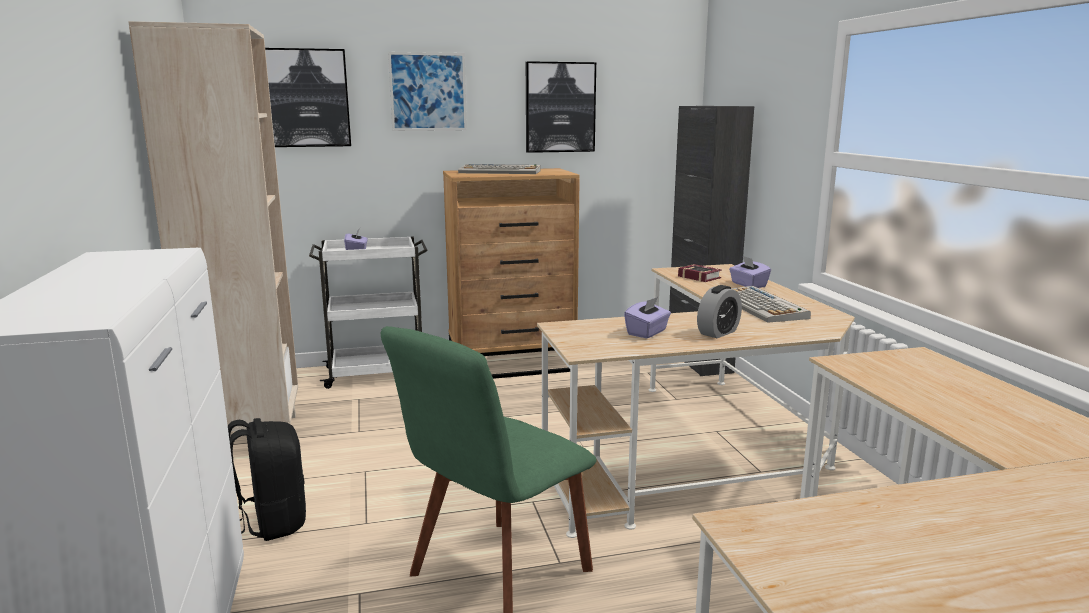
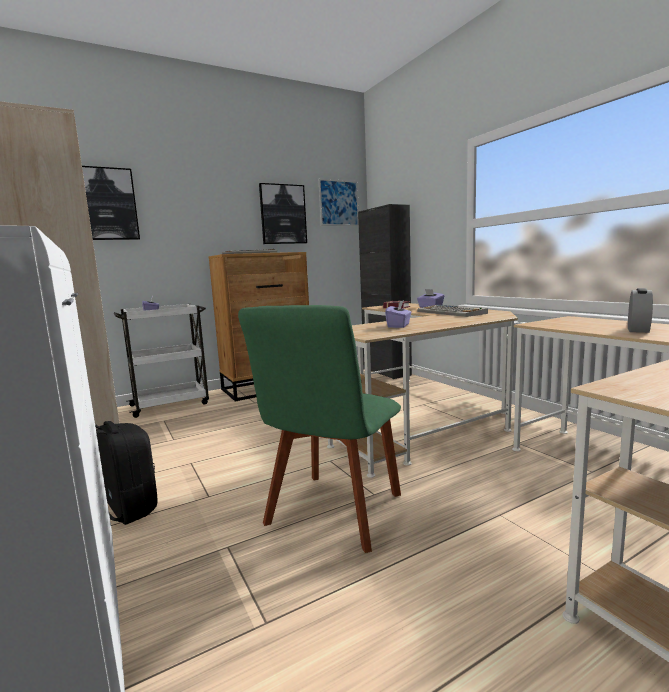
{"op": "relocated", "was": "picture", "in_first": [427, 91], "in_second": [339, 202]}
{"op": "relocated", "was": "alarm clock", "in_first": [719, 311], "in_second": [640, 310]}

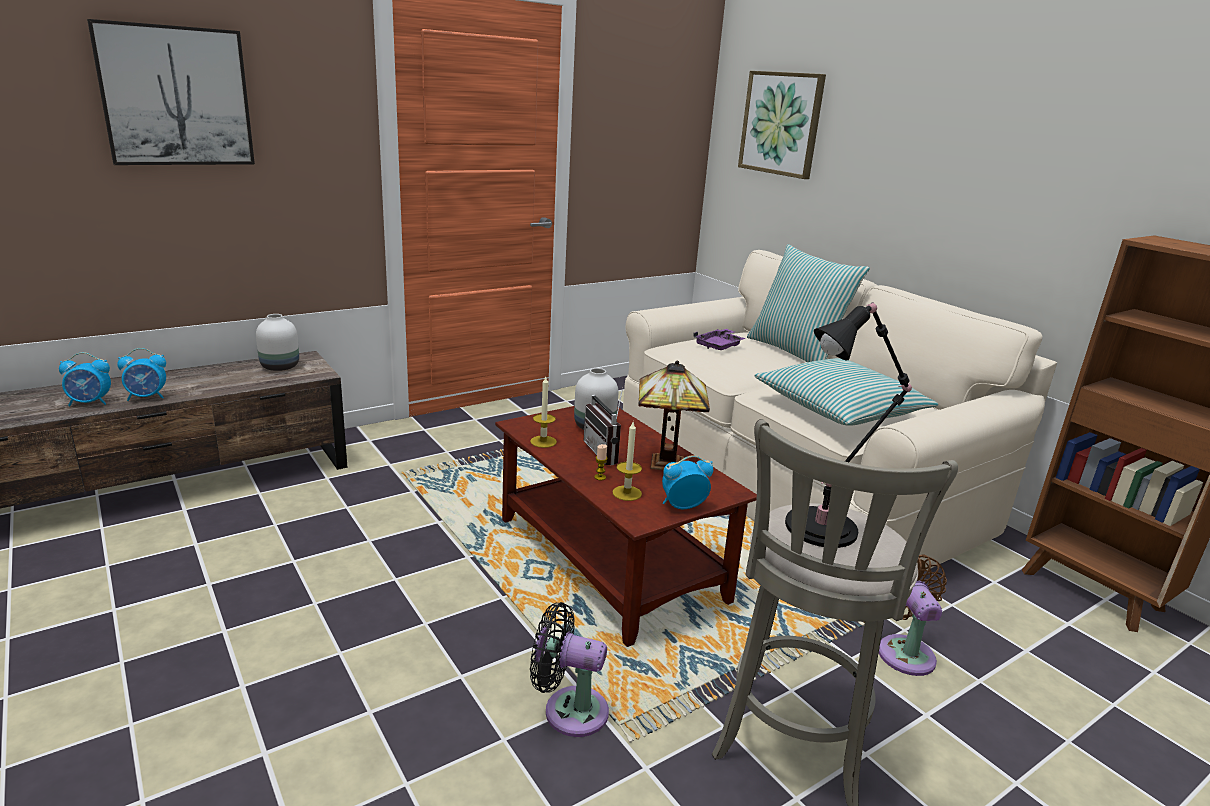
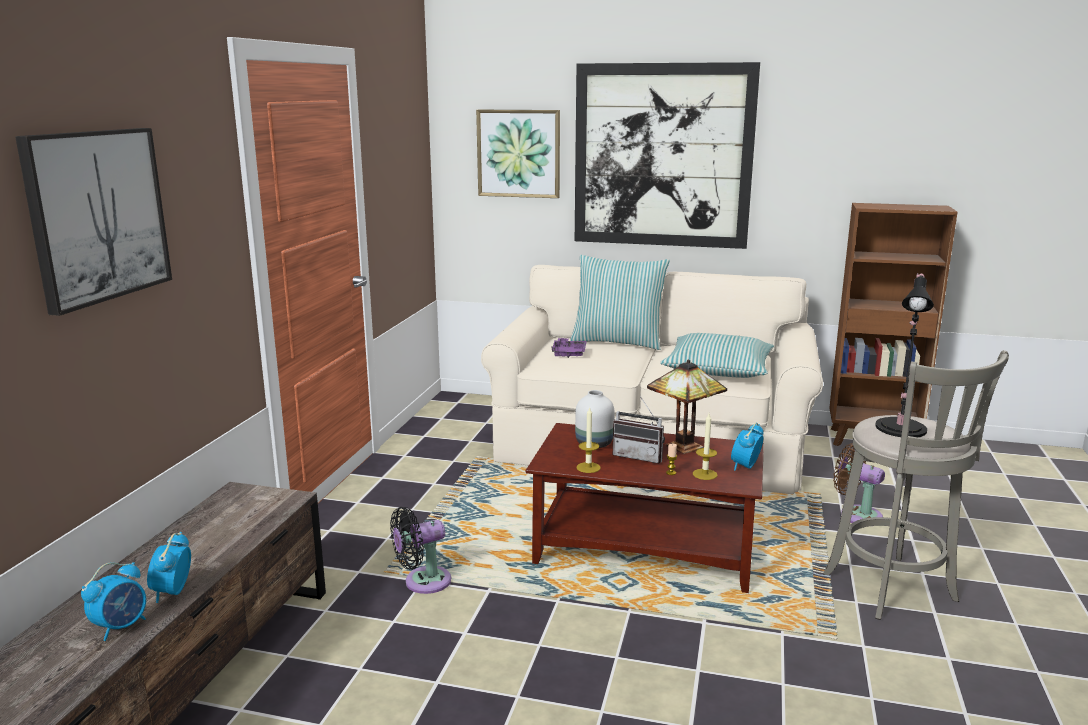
{"op": "missing", "was": "white vase", "in_first": [277, 342]}
{"op": "appeared", "now": "picture", "in_second": [667, 155]}
{"op": "relocated", "was": "black fan", "in_first": [569, 669], "in_second": [420, 550]}
{"op": "spun", "was": "alarm clock", "in_first": [141, 374], "in_second": [169, 567], "clockwise": 150}

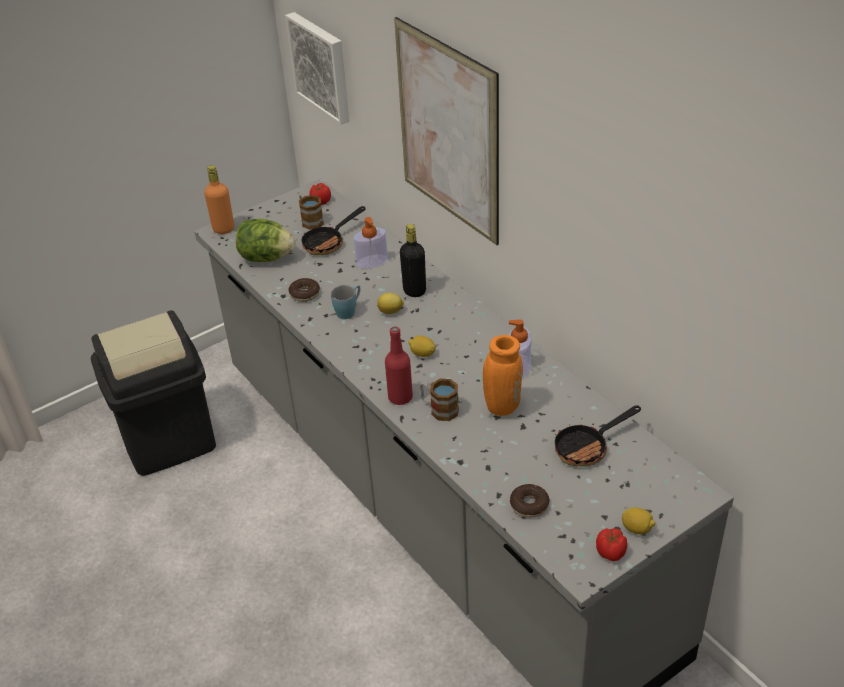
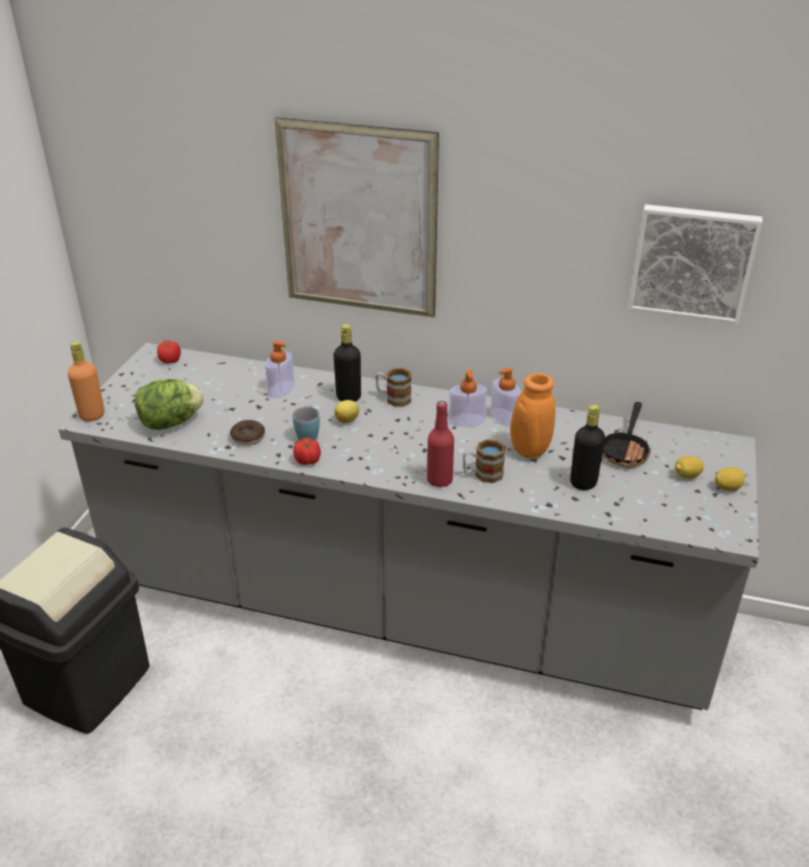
{"op": "missing", "was": "frying pan", "in_first": [333, 230]}
{"op": "missing", "was": "donut", "in_first": [530, 501]}
{"op": "appeared", "now": "soap dispenser", "in_second": [468, 398]}
{"op": "appeared", "now": "black bottle", "in_second": [587, 447]}
{"op": "relocated", "was": "picture", "in_first": [317, 68], "in_second": [695, 264]}
{"op": "relocated", "was": "mug", "in_first": [311, 212], "in_second": [393, 387]}
{"op": "relocated", "was": "lemon", "in_first": [422, 346], "in_second": [689, 467]}
{"op": "relocated", "was": "tomato", "in_first": [611, 544], "in_second": [307, 451]}

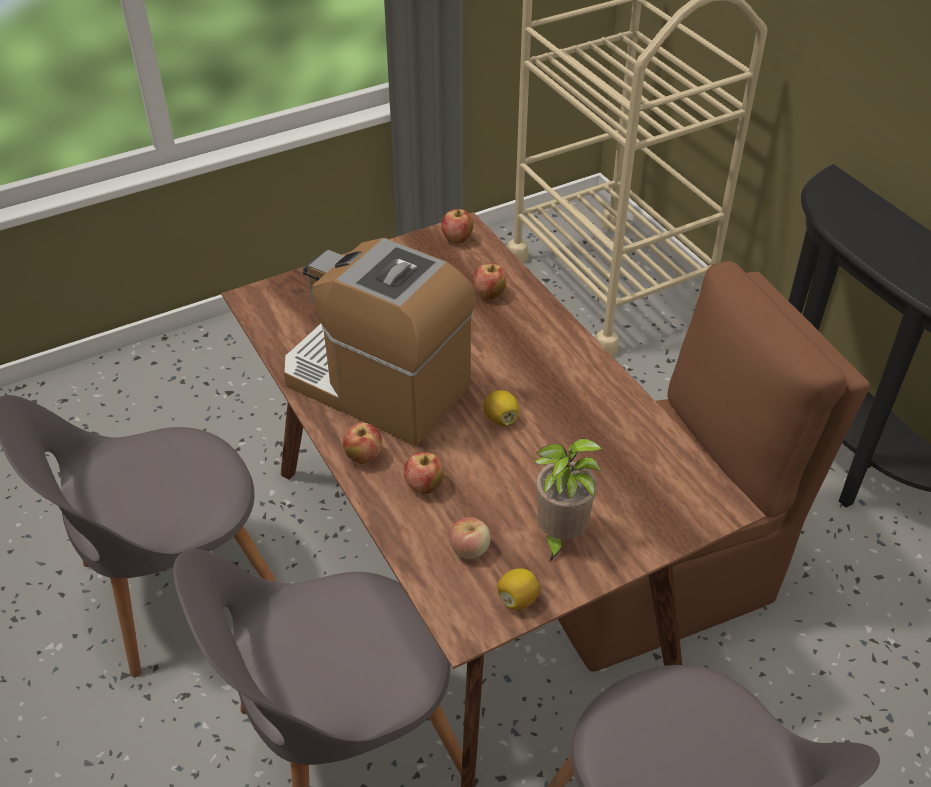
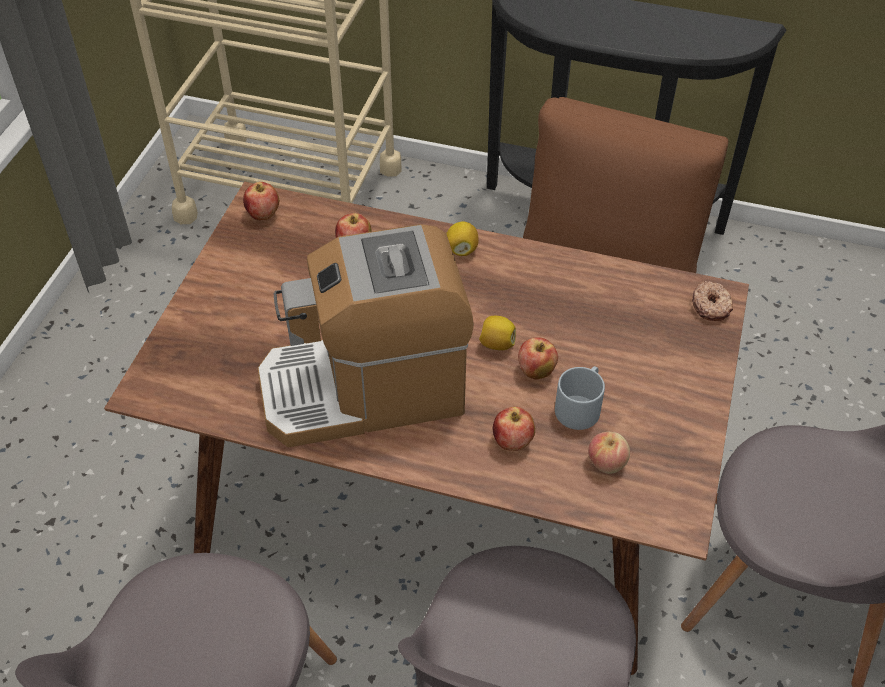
{"op": "missing", "was": "potted plant", "in_first": [568, 499]}
{"op": "appeared", "now": "grey mug", "in_second": [580, 398]}
{"op": "appeared", "now": "donut", "in_second": [712, 301]}
{"op": "relocated", "was": "apple", "in_first": [362, 443], "in_second": [538, 358]}
{"op": "relocated", "was": "lemon", "in_first": [518, 589], "in_second": [462, 239]}

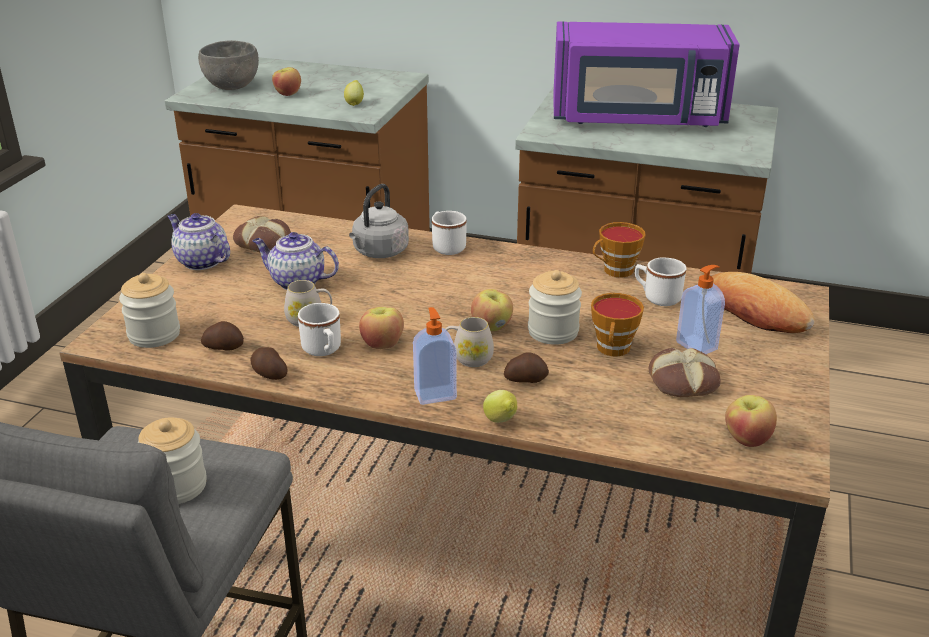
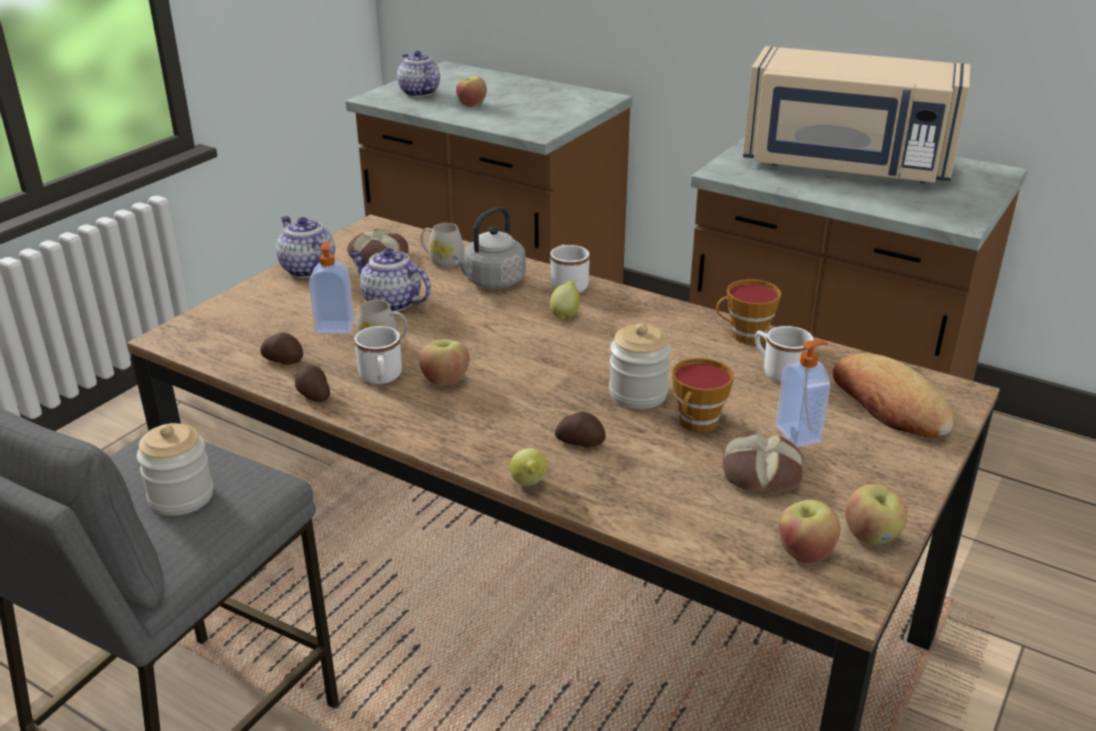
{"op": "missing", "was": "jar", "in_first": [149, 310]}
{"op": "relocated", "was": "lemon", "in_first": [354, 93], "in_second": [565, 300]}
{"op": "relocated", "was": "soap dispenser", "in_first": [435, 356], "in_second": [331, 287]}
{"op": "relocated", "was": "white mug", "in_first": [469, 342], "in_second": [442, 245]}
{"op": "relocated", "was": "apple", "in_first": [492, 310], "in_second": [876, 514]}
{"op": "exchanged", "was": "grey bowl", "now": "teapot", "in_first": [228, 65], "in_second": [418, 74]}
{"op": "colour", "was": "purple microwave", "now": "beige microwave", "in_first": [646, 74], "in_second": [857, 114]}

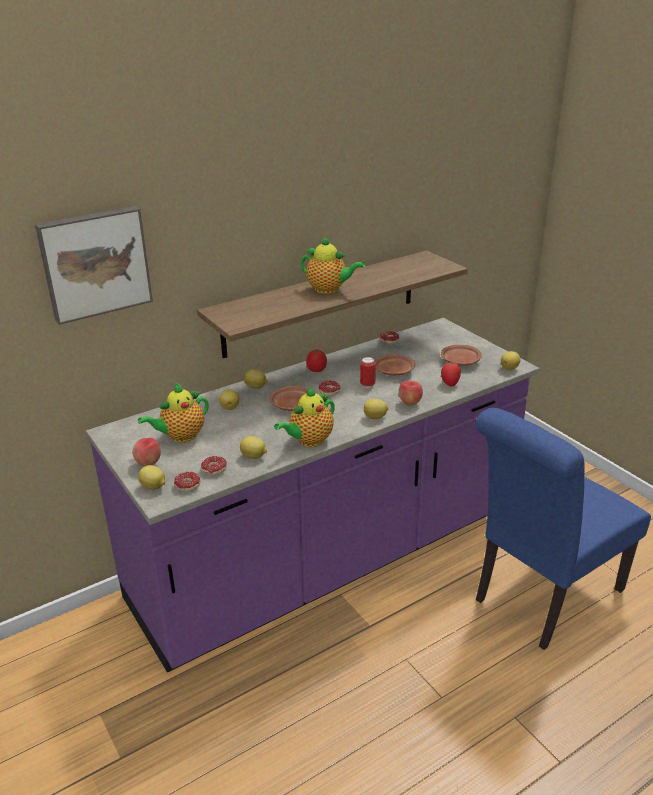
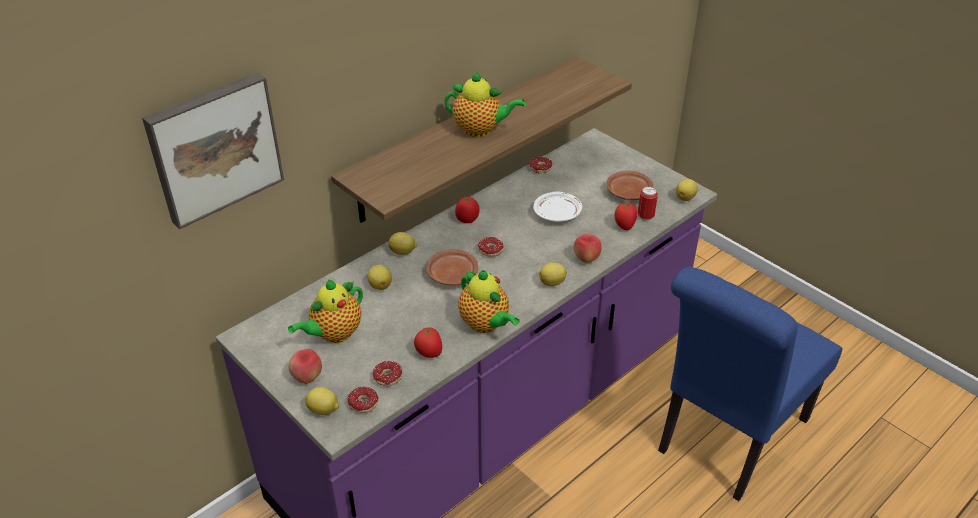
{"op": "relocated", "was": "can", "in_first": [368, 372], "in_second": [647, 203]}
{"op": "exchanged", "was": "lemon", "now": "tomato", "in_first": [253, 447], "in_second": [428, 342]}
{"op": "colour", "was": "brown plate", "now": "white plate", "in_first": [395, 365], "in_second": [557, 206]}
{"op": "spun", "was": "teapot", "in_first": [304, 417], "in_second": [489, 301], "clockwise": -75}

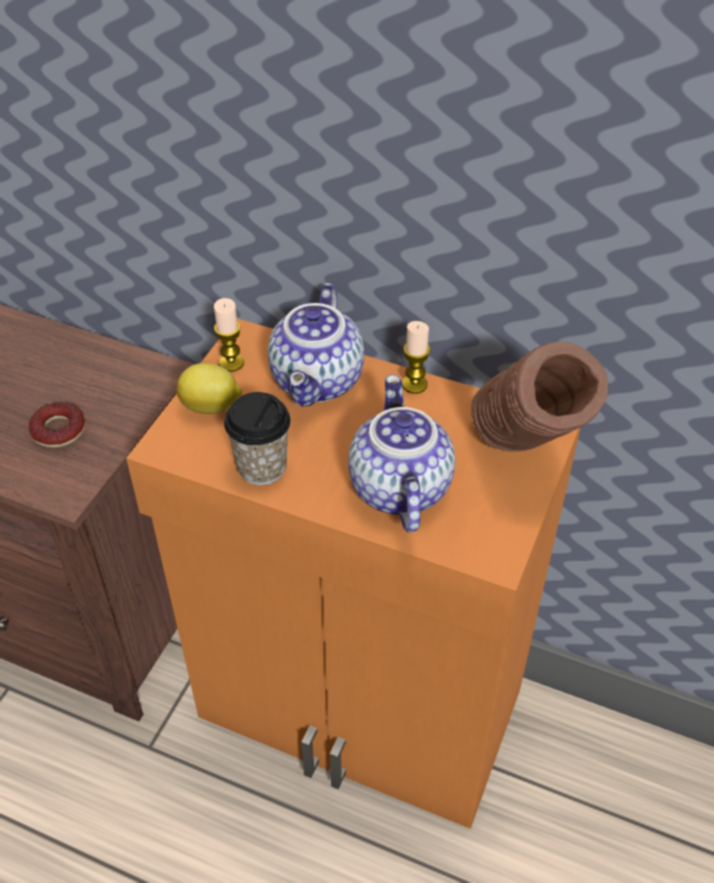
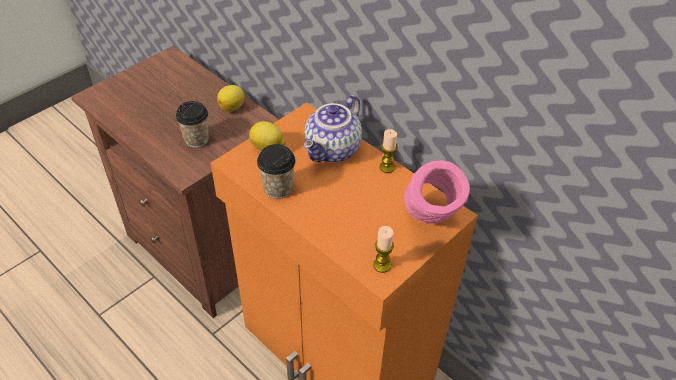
{"op": "missing", "was": "teapot", "in_first": [401, 453]}
{"op": "appeared", "now": "lemon", "in_second": [231, 98]}
{"op": "relocated", "was": "candle", "in_first": [229, 335], "in_second": [383, 249]}
{"op": "exchanged", "was": "donut", "now": "cup", "in_first": [57, 424], "in_second": [192, 124]}
{"op": "colour", "was": "brown vase", "now": "pink vase", "in_first": [539, 396], "in_second": [437, 192]}

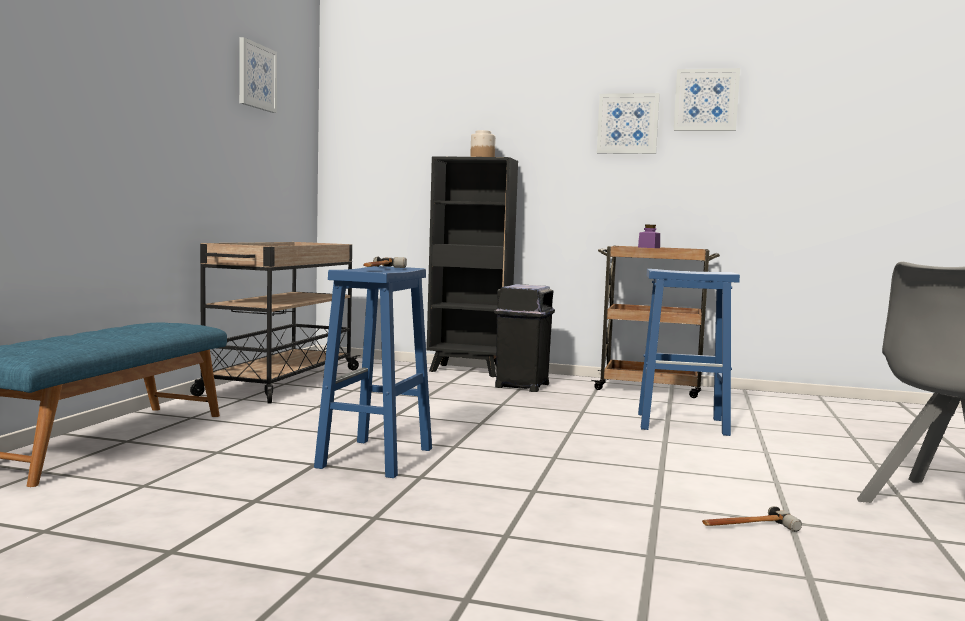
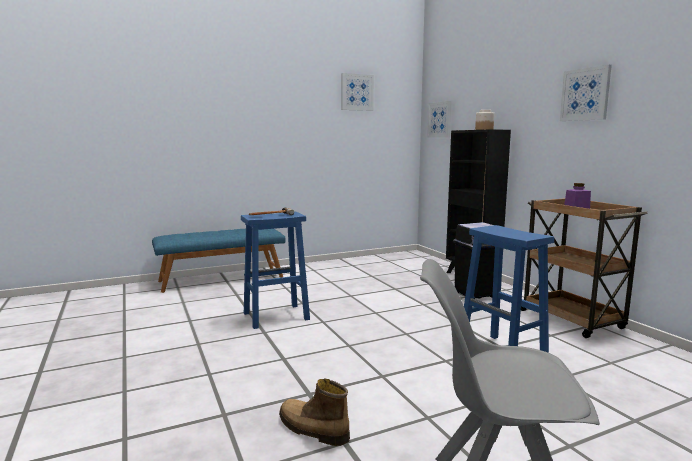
{"op": "missing", "was": "beige cart", "in_first": [275, 323]}
{"op": "relocated", "was": "picture", "in_first": [707, 99], "in_second": [439, 119]}
{"op": "exchanged", "was": "hammer", "now": "boot", "in_first": [752, 519], "in_second": [314, 412]}

